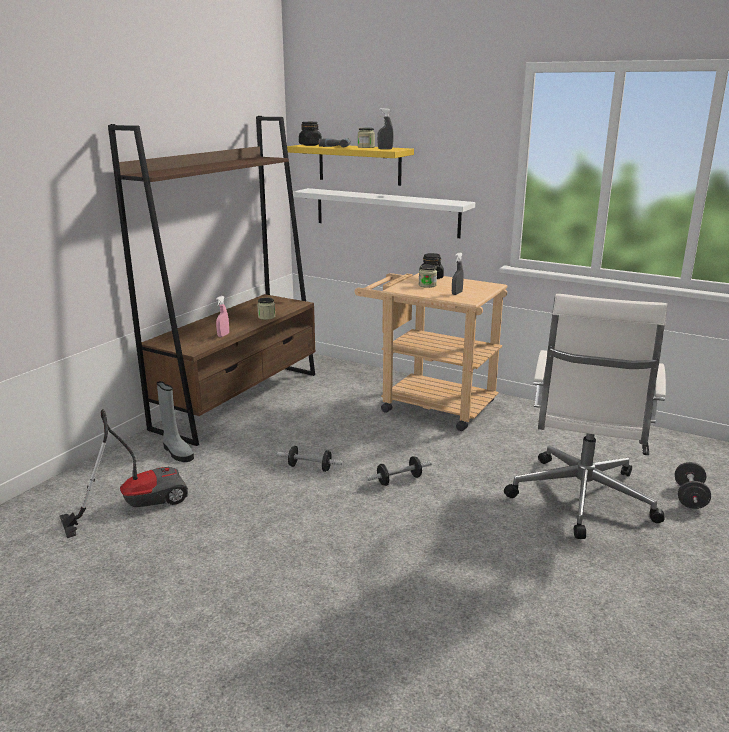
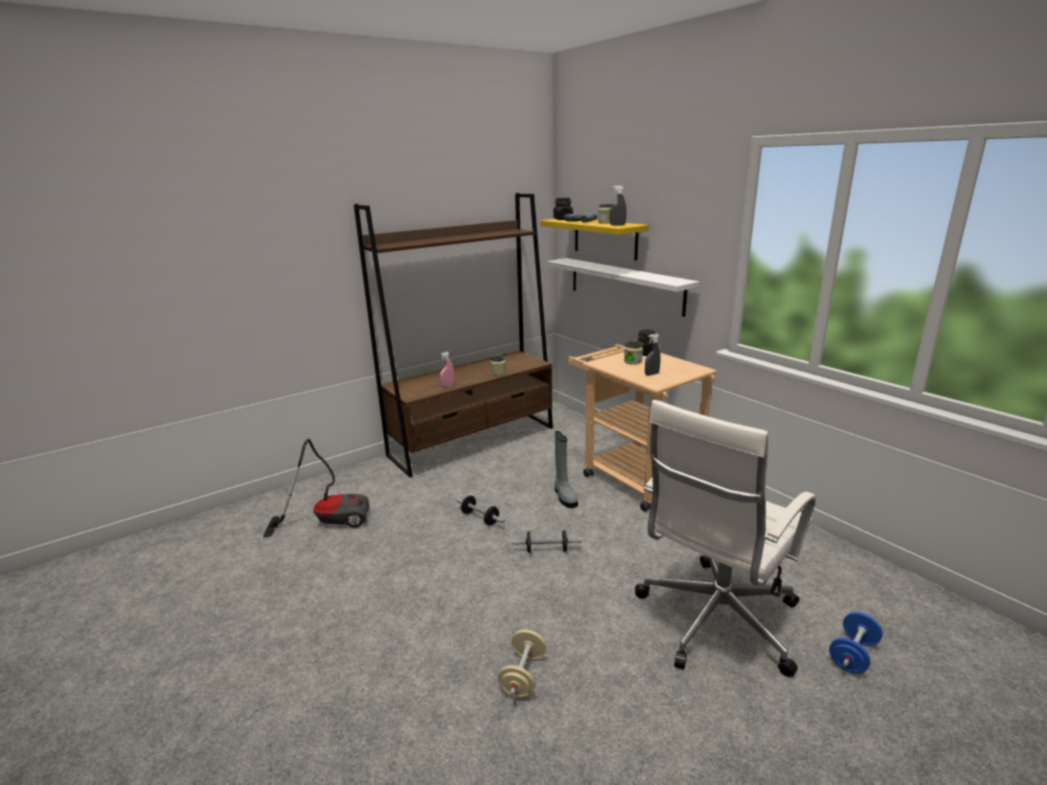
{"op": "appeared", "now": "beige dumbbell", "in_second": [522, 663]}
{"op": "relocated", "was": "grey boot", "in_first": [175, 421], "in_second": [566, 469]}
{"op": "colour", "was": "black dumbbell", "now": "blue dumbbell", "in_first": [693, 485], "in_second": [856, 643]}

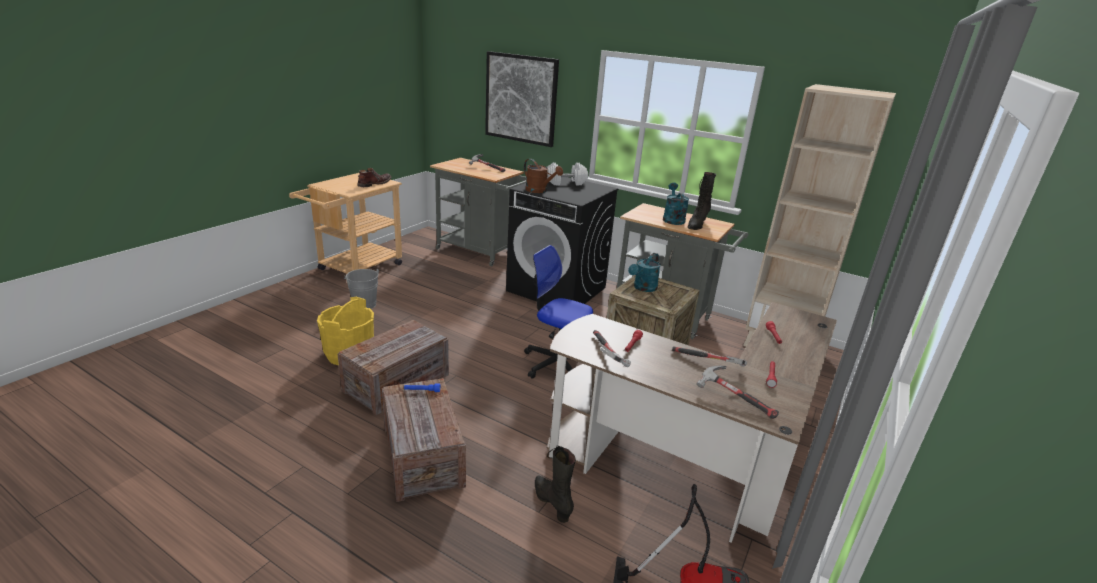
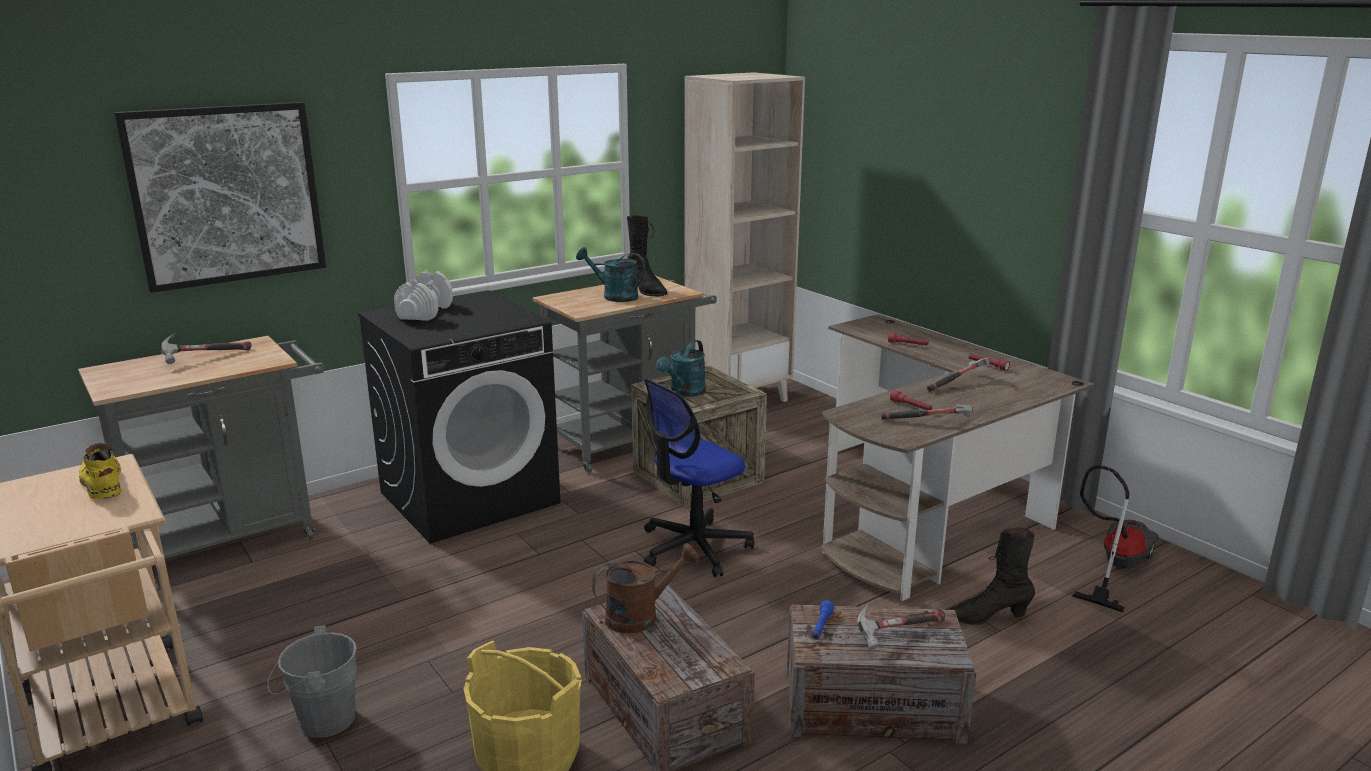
{"op": "relocated", "was": "brown watering can", "in_first": [543, 176], "in_second": [645, 588]}
{"op": "relocated", "was": "hammer", "in_first": [738, 392], "in_second": [901, 626]}
{"op": "colour", "was": "brown boot", "now": "yellow boot", "in_first": [374, 177], "in_second": [100, 471]}
{"op": "spun", "was": "turquoise watering can", "in_first": [644, 272], "in_second": [681, 368], "clockwise": 60}

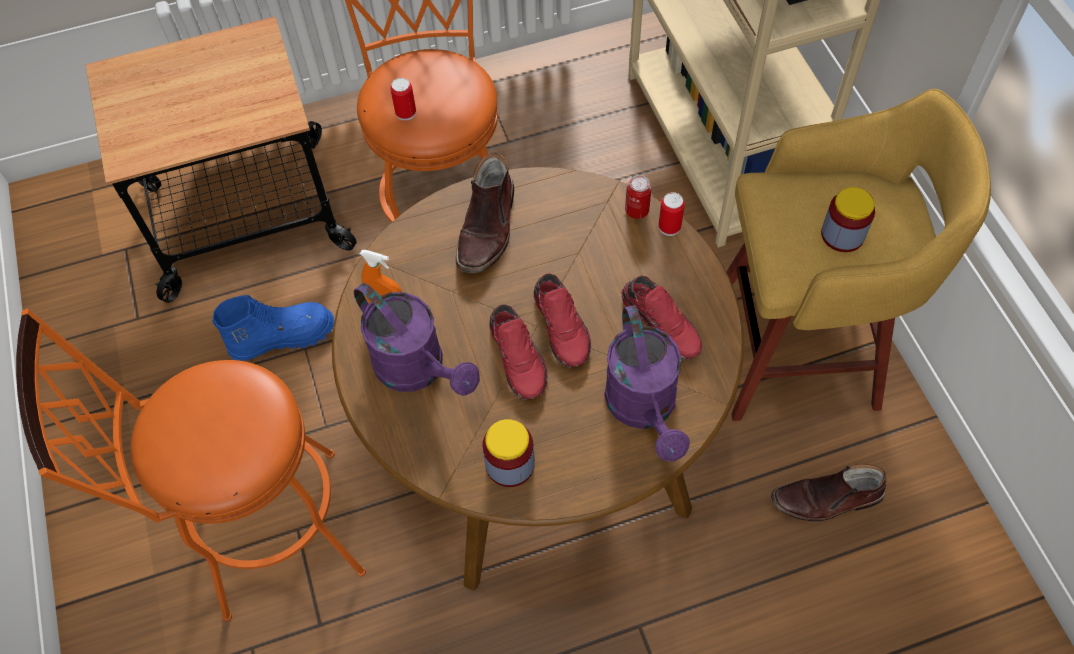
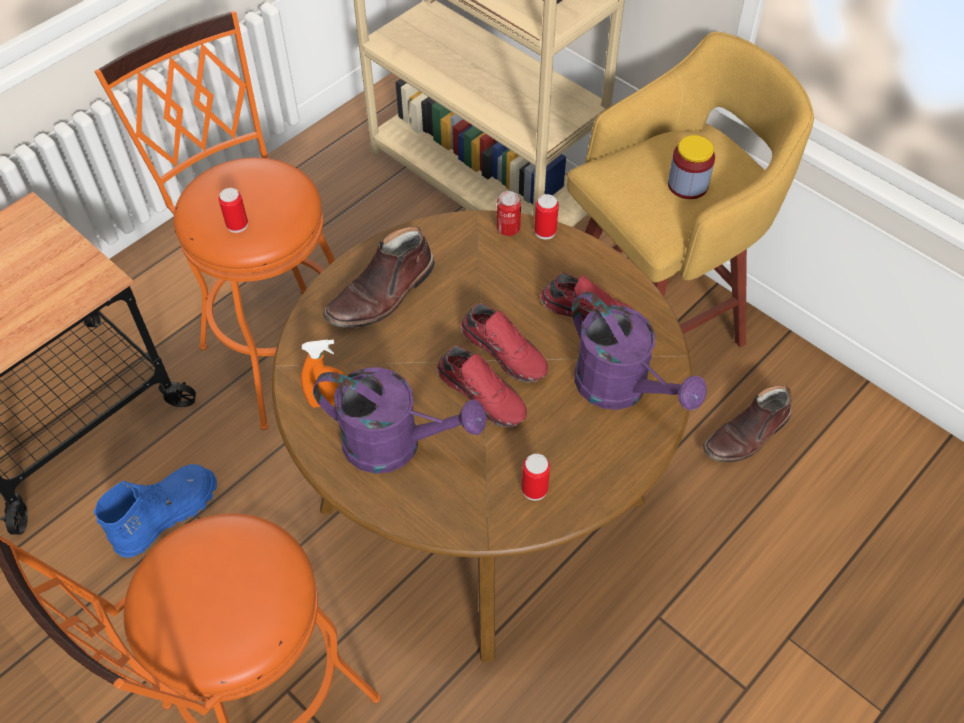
{"op": "exchanged", "was": "jar", "now": "can", "in_first": [508, 453], "in_second": [536, 477]}
{"op": "spun", "was": "brown boot", "in_first": [485, 212], "in_second": [379, 277], "clockwise": 60}

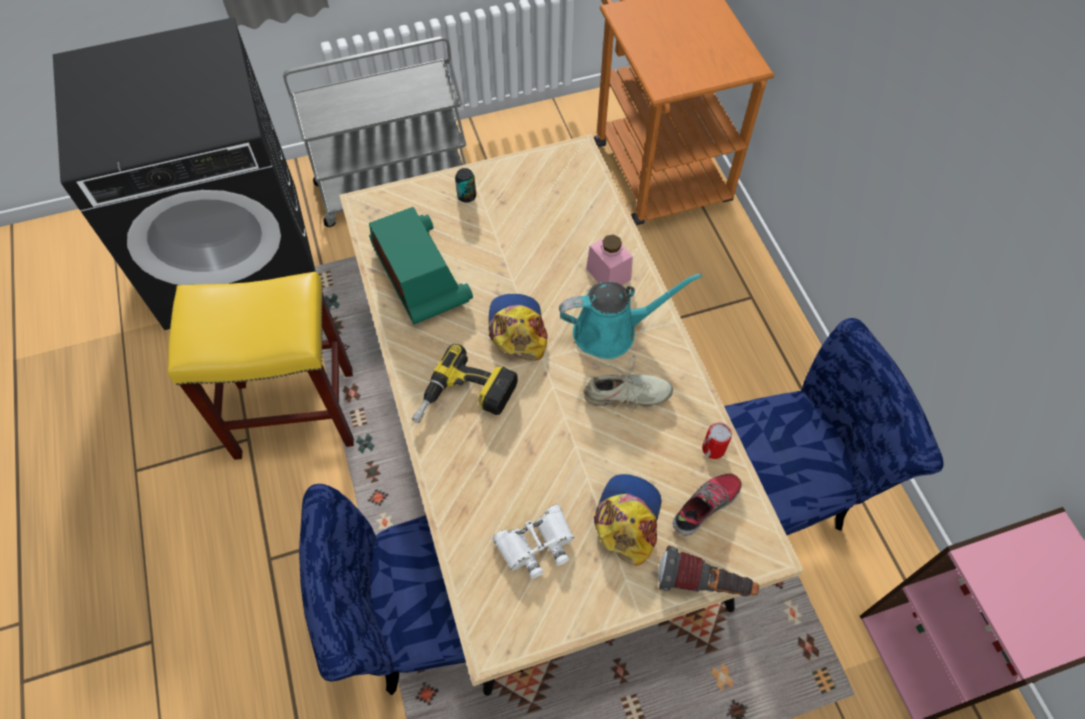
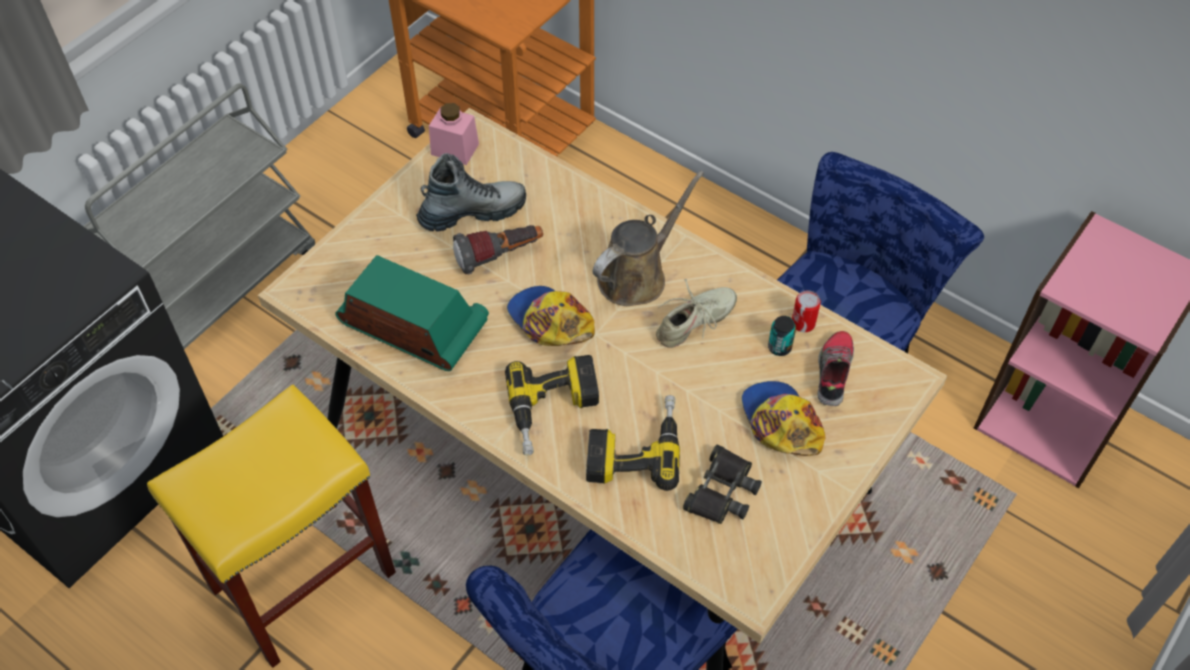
{"op": "appeared", "now": "boot", "in_second": [471, 192]}
{"op": "appeared", "now": "power drill", "in_second": [633, 443]}
{"op": "relocated", "was": "can", "in_first": [465, 185], "in_second": [782, 336]}
{"op": "relocated", "was": "pink jar", "in_first": [609, 259], "in_second": [454, 134]}
{"op": "relocated", "was": "flashlight", "in_first": [708, 571], "in_second": [498, 249]}
{"op": "colour", "was": "white binoculars", "now": "black binoculars", "in_first": [533, 542], "in_second": [722, 484]}
{"op": "colour", "was": "turquoise watering can", "now": "brown watering can", "in_first": [630, 316], "in_second": [648, 238]}

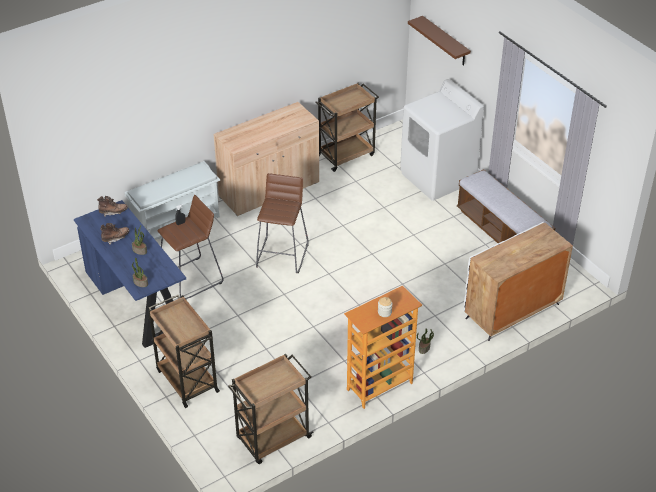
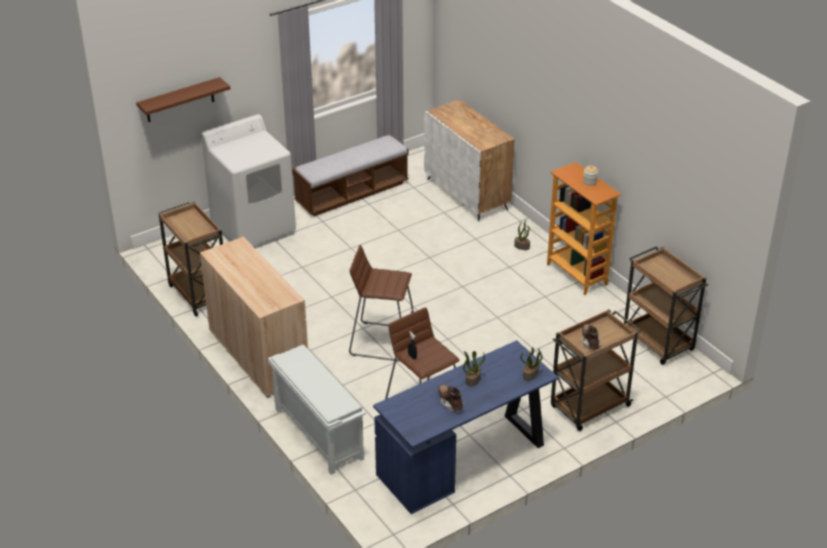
{"op": "relocated", "was": "brown boot", "in_first": [112, 206], "in_second": [591, 337]}

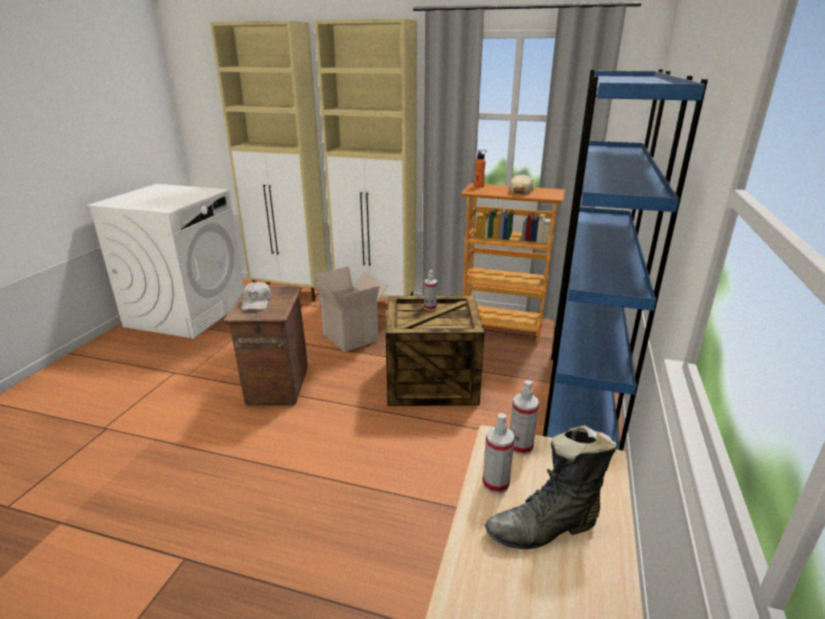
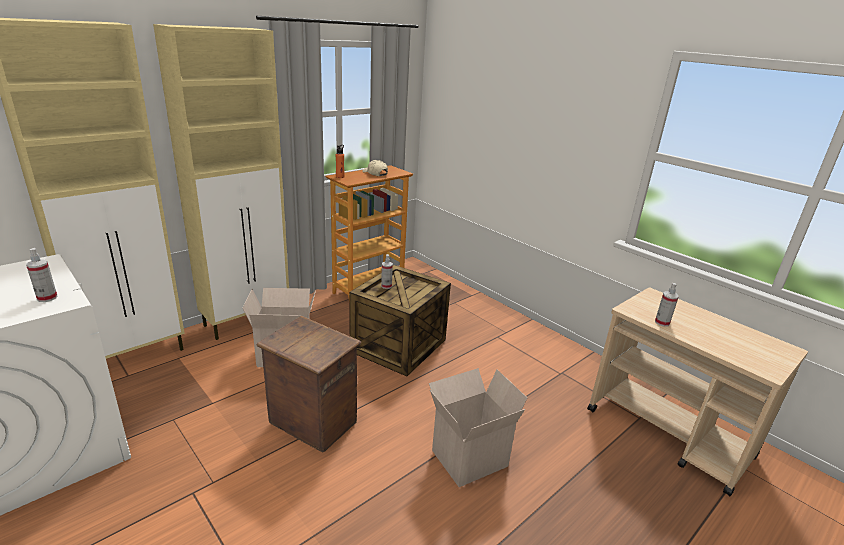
{"op": "missing", "was": "white cap", "in_first": [256, 296]}
{"op": "missing", "was": "black boot", "in_first": [551, 487]}
{"op": "missing", "was": "blue bookcase", "in_first": [625, 260]}
{"op": "appeared", "now": "cardboard box", "in_second": [478, 427]}
{"op": "relocated", "was": "spray bottle", "in_first": [524, 417], "in_second": [41, 275]}

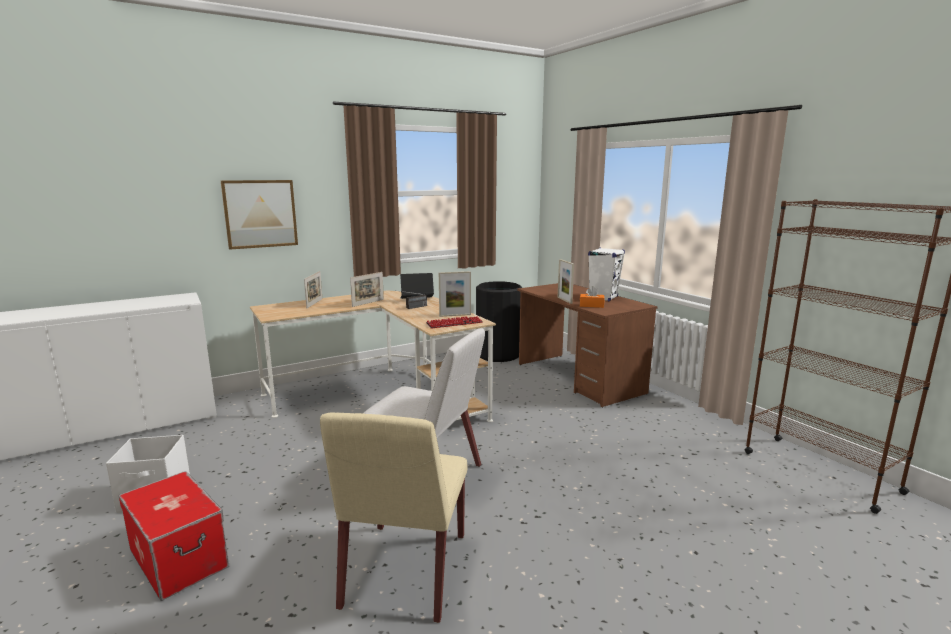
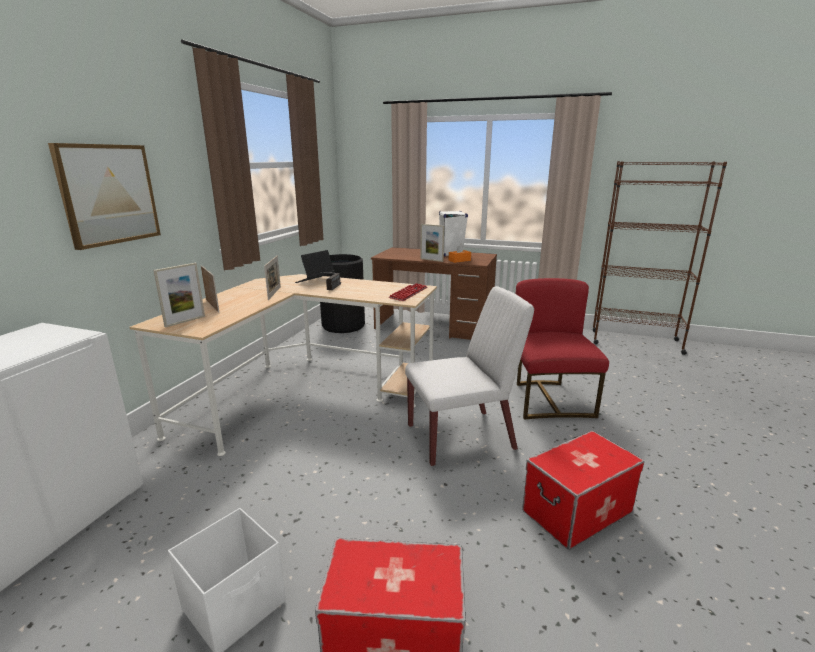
{"op": "appeared", "now": "red chair", "in_second": [562, 348]}
{"op": "relocated", "was": "picture frame", "in_first": [455, 294], "in_second": [179, 295]}
{"op": "exchanged", "was": "beige chair", "now": "storage box", "in_first": [393, 518], "in_second": [583, 490]}

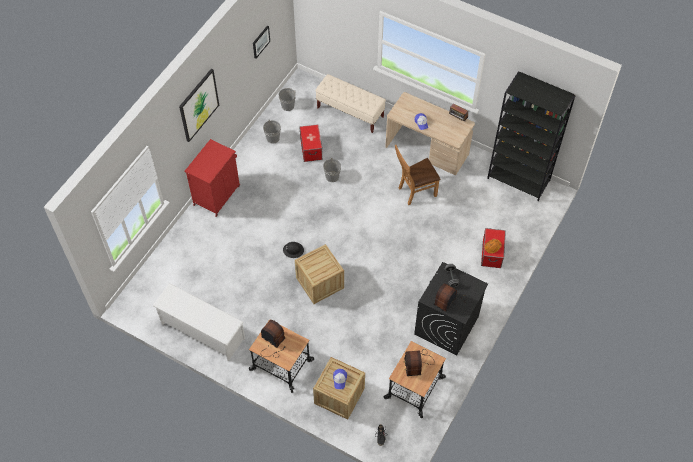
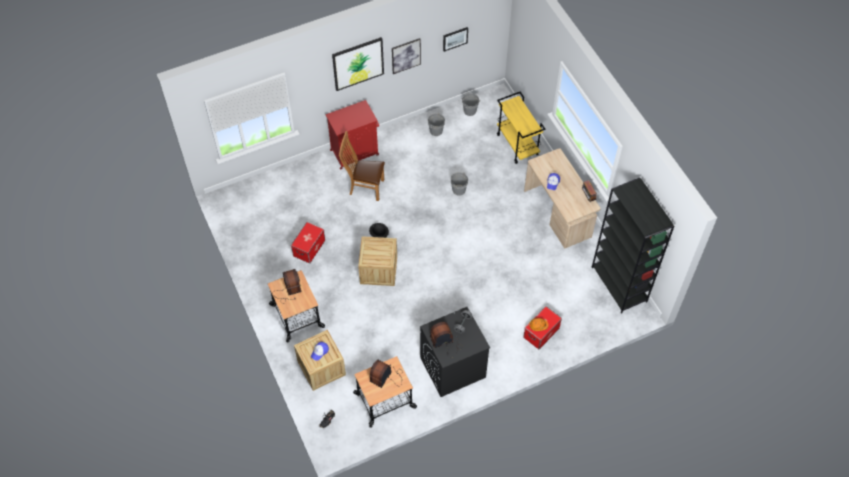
{"op": "missing", "was": "white shoe rack", "in_first": [198, 322]}
{"op": "appeared", "now": "picture", "in_second": [406, 56]}
{"op": "relocated", "was": "storage box", "in_first": [310, 143], "in_second": [308, 243]}
{"op": "relocated", "was": "brown chair", "in_first": [418, 175], "in_second": [362, 166]}
{"op": "exchanged", "was": "beige bench", "now": "yellow cart", "in_first": [351, 103], "in_second": [521, 128]}

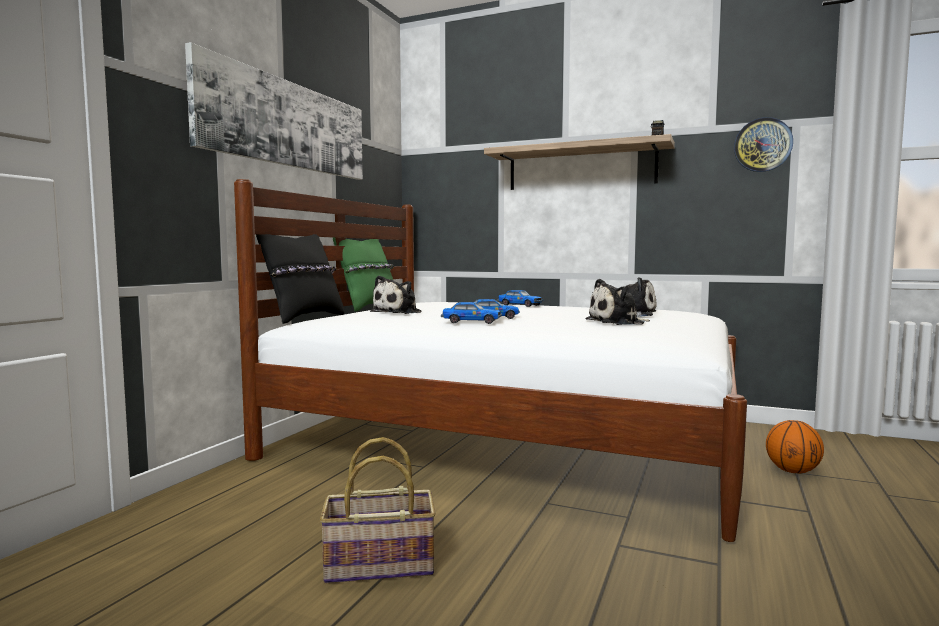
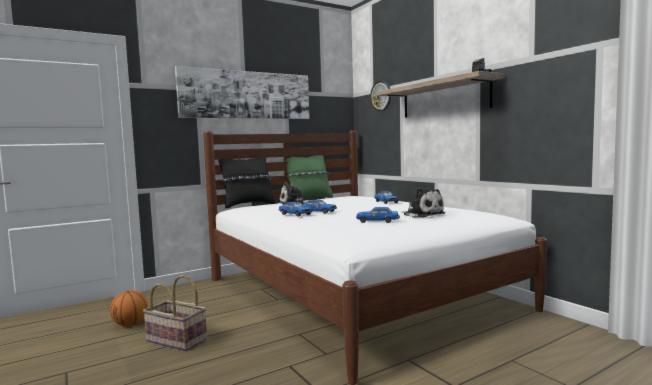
{"op": "relocated", "was": "wall clock", "in_first": [763, 144], "in_second": [380, 95]}
{"op": "relocated", "was": "basketball", "in_first": [795, 447], "in_second": [129, 308]}
{"op": "exchanged", "was": "plush toy", "now": "toy car", "in_first": [617, 302], "in_second": [378, 215]}

